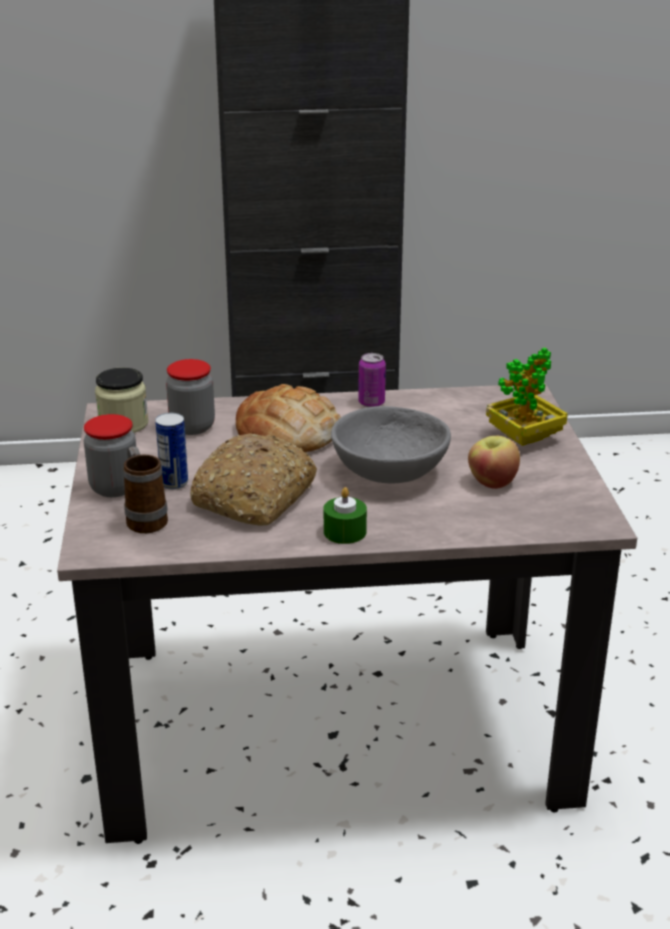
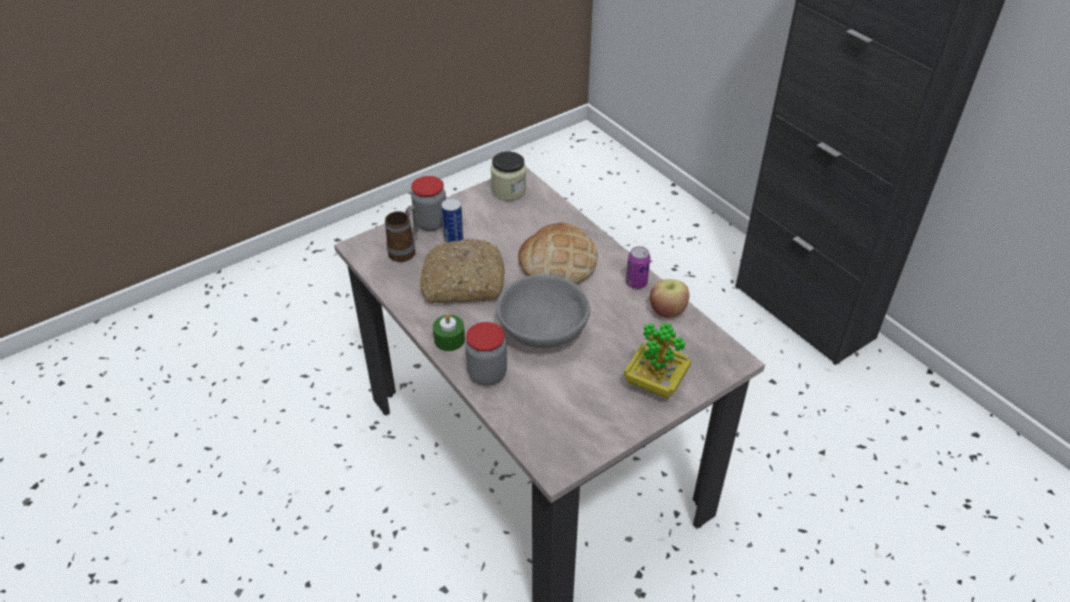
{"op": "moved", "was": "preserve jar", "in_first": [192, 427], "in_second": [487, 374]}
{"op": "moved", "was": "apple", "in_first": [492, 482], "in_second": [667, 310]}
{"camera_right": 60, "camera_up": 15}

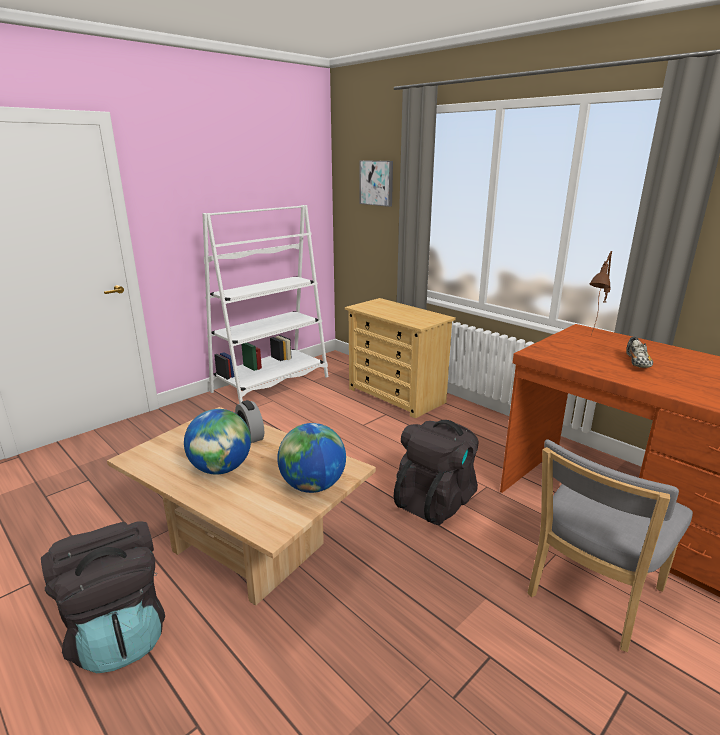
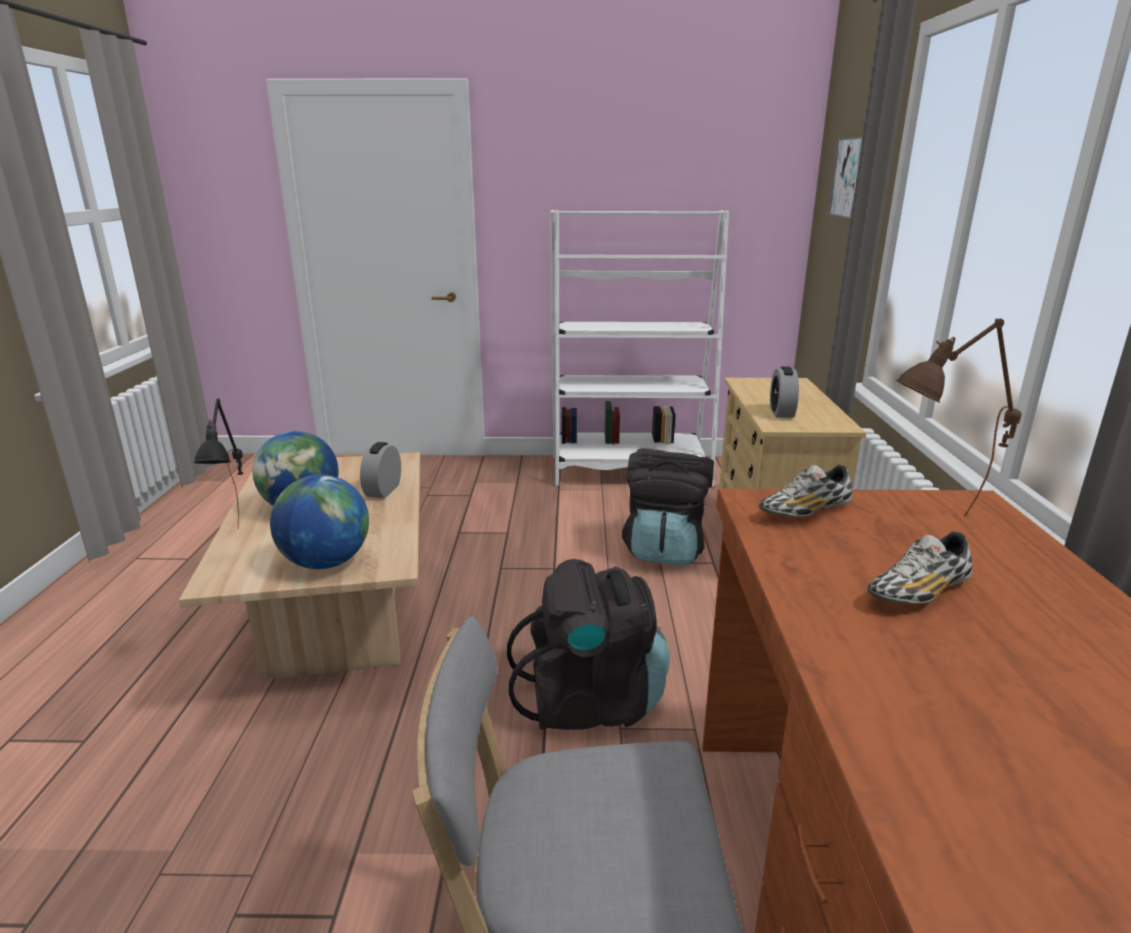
{"op": "moved", "was": "blackish knapsack", "in_first": [118, 632], "in_second": [665, 549]}
{"op": "added", "now": "blackish tabletop lamp", "in_second": [241, 542]}
{"op": "added", "now": "shoe", "in_second": [805, 512]}
{"op": "added", "now": "bedside clock", "in_second": [781, 412]}
{"camera_right": 45, "camera_up": 0}

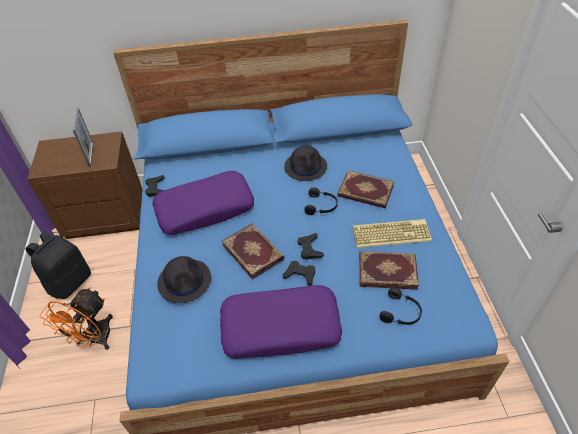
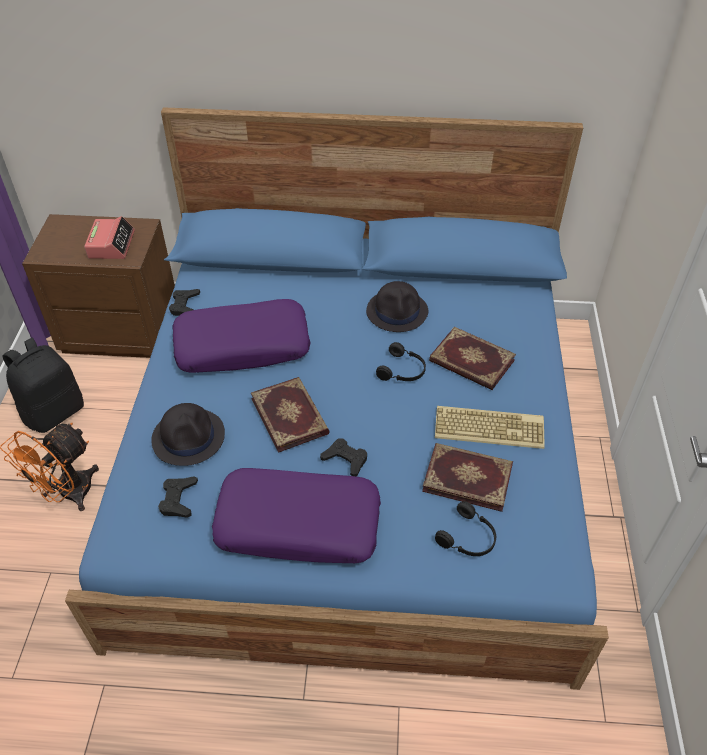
{"op": "replaced", "was": "standing frame", "now": "bedside clock", "in_first": [91, 154], "in_second": [111, 244]}
{"op": "moved", "was": "blackish gamepad", "in_first": [309, 249], "in_second": [178, 499]}
{"camera_right": 10, "camera_up": 0}

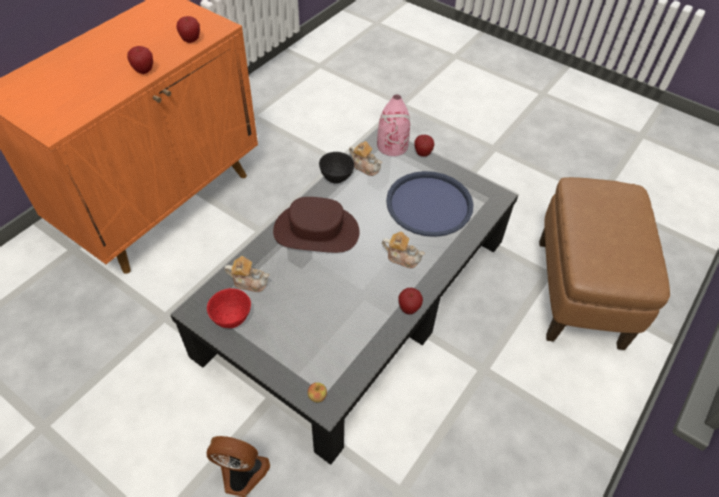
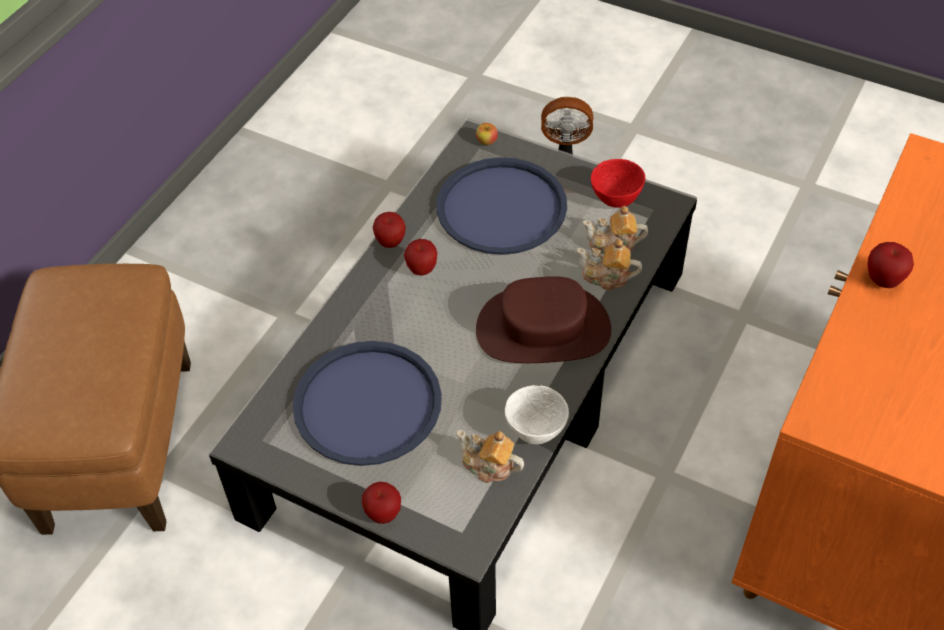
{"op": "moved", "was": "apple", "in_first": [191, 40], "in_second": [422, 270]}
{"op": "recoloured", "was": "blackish bowl", "now": "whitish bowl", "in_first": [336, 178], "in_second": [536, 432]}
{"op": "removed", "was": "pink decorative vase", "in_first": [392, 145]}
{"op": "moved", "was": "tea pot", "in_first": [402, 257], "in_second": [606, 277]}
{"op": "added", "now": "blue tray", "in_second": [501, 207]}
{"camera_right": 175, "camera_up": 0}

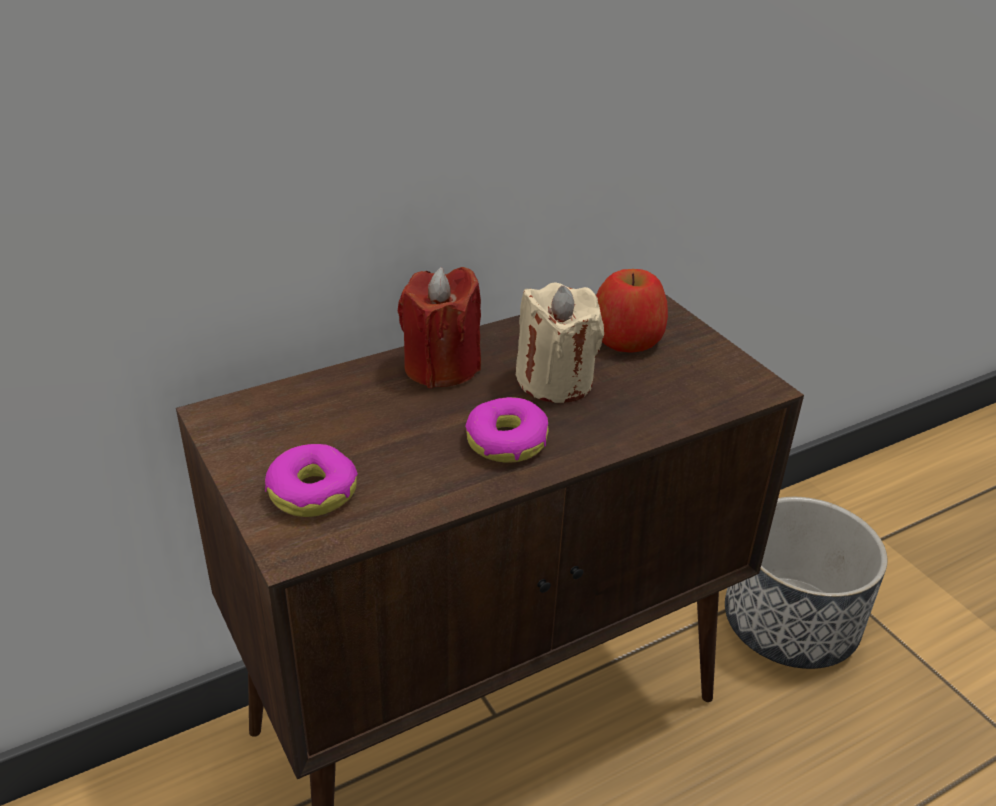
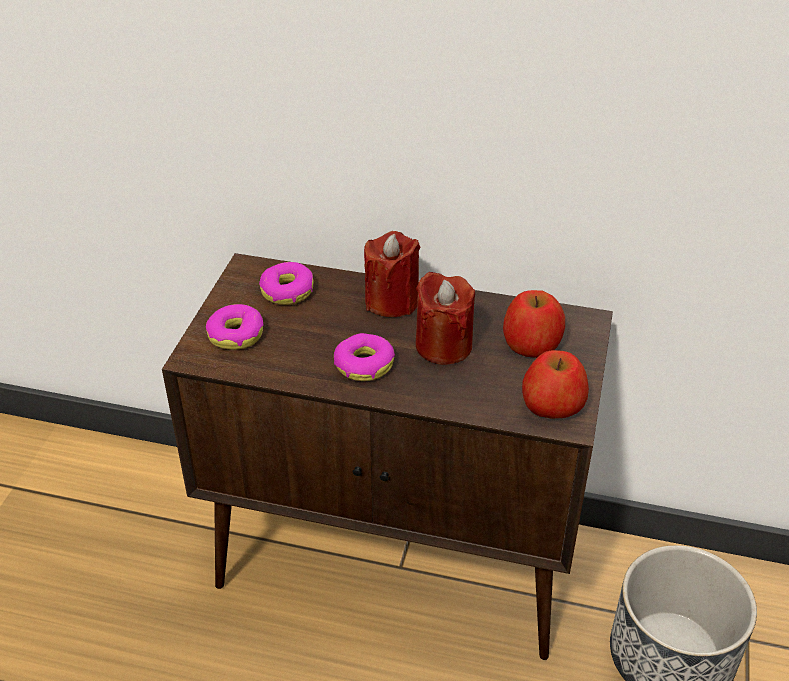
{"op": "recoloured", "was": "beige-coloured wax light", "now": "reddish wax light", "in_first": [555, 381], "in_second": [443, 346]}
{"op": "added", "now": "doughnut", "in_second": [287, 291]}
{"op": "added", "now": "apple", "in_second": [552, 405]}
{"camera_right": 45, "camera_up": 5}

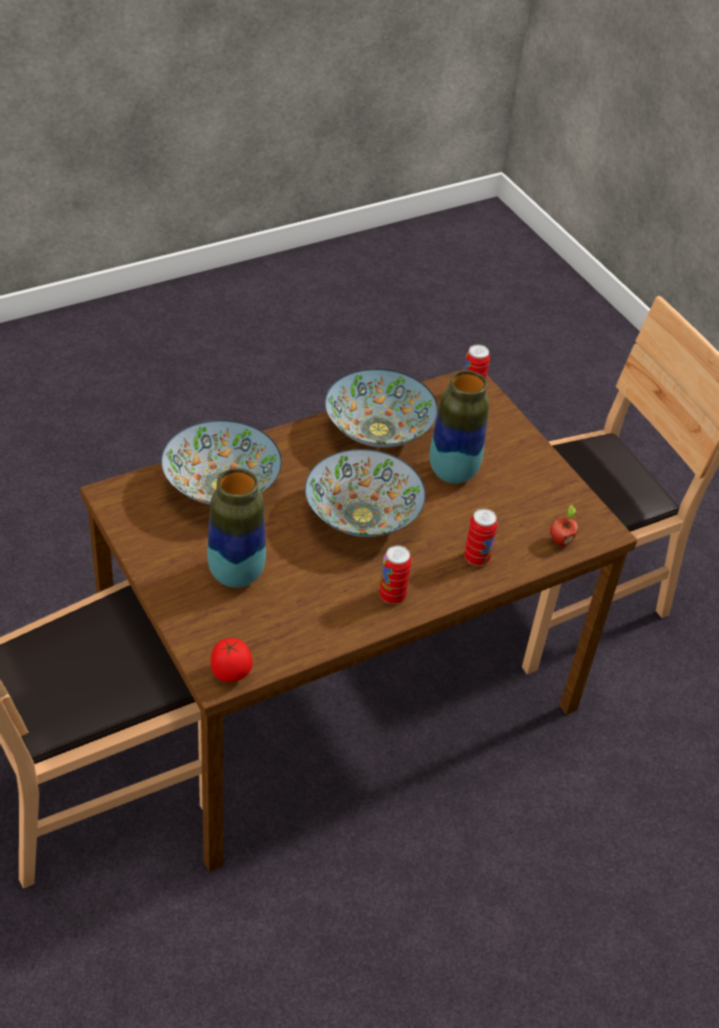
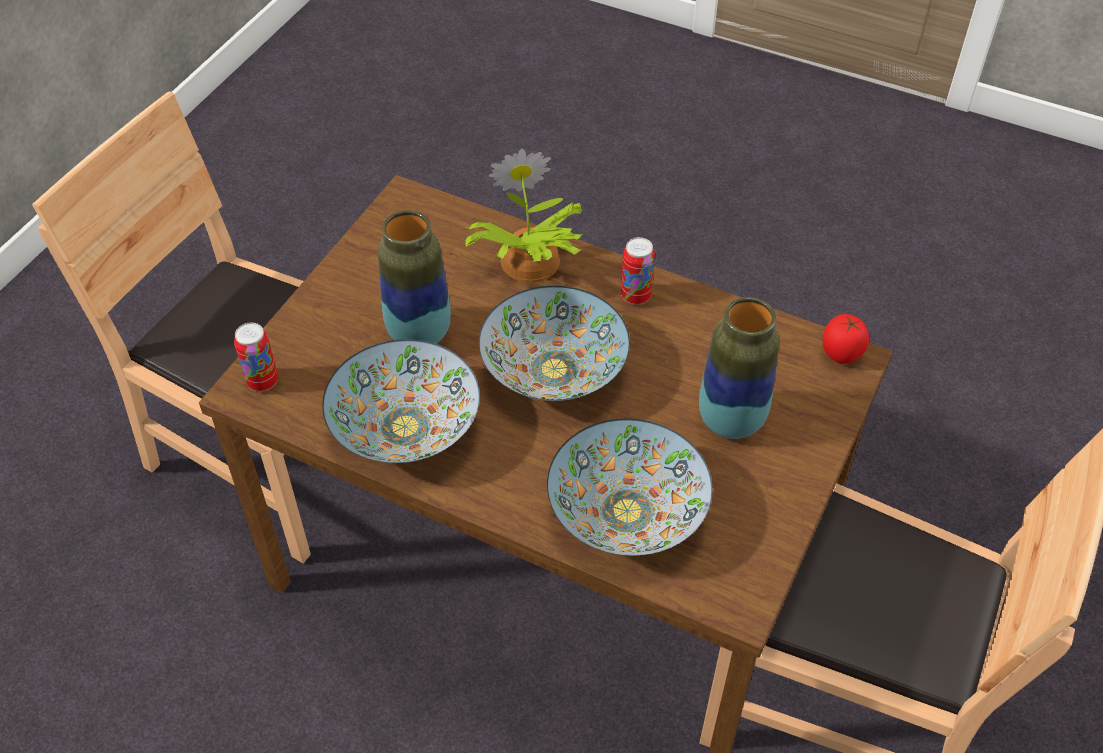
{"op": "replaced", "was": "metal can", "now": "potted plant", "in_first": [476, 558], "in_second": [528, 263]}
{"op": "removed", "was": "apple", "in_first": [560, 540]}
{"camera_right": -120, "camera_up": 5}

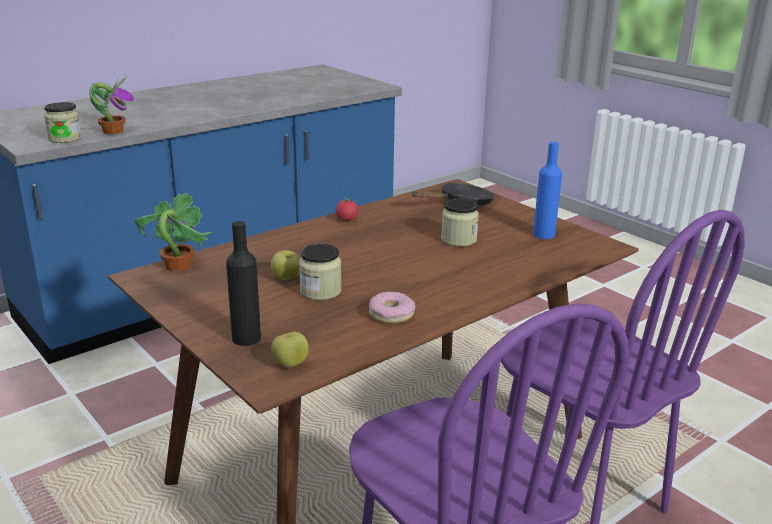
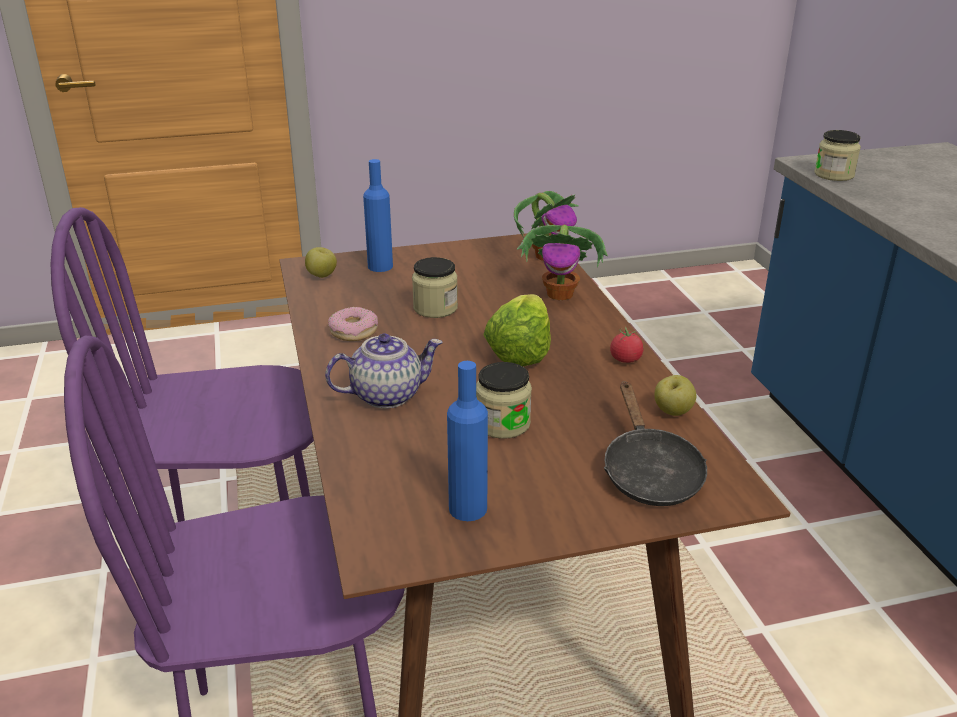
{"op": "moved", "was": "potted plant", "in_first": [113, 131], "in_second": [561, 294]}
{"op": "recoloured", "was": "blackish beverage bottle", "now": "blue beverage bottle", "in_first": [246, 338], "in_second": [380, 266]}
{"op": "moved", "was": "apple", "in_first": [286, 278], "in_second": [673, 412]}
{"op": "added", "now": "tea pot", "in_second": [387, 395]}
{"op": "added", "now": "head of lettuce", "in_second": [520, 351]}
{"camera_right": 115, "camera_up": 5}

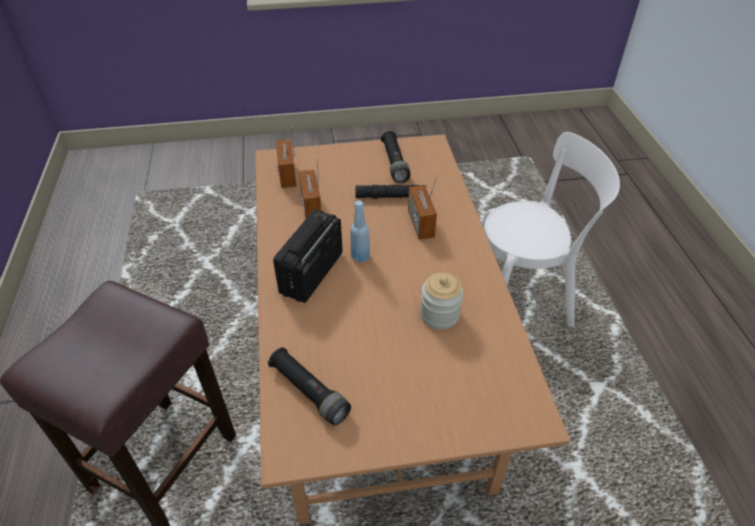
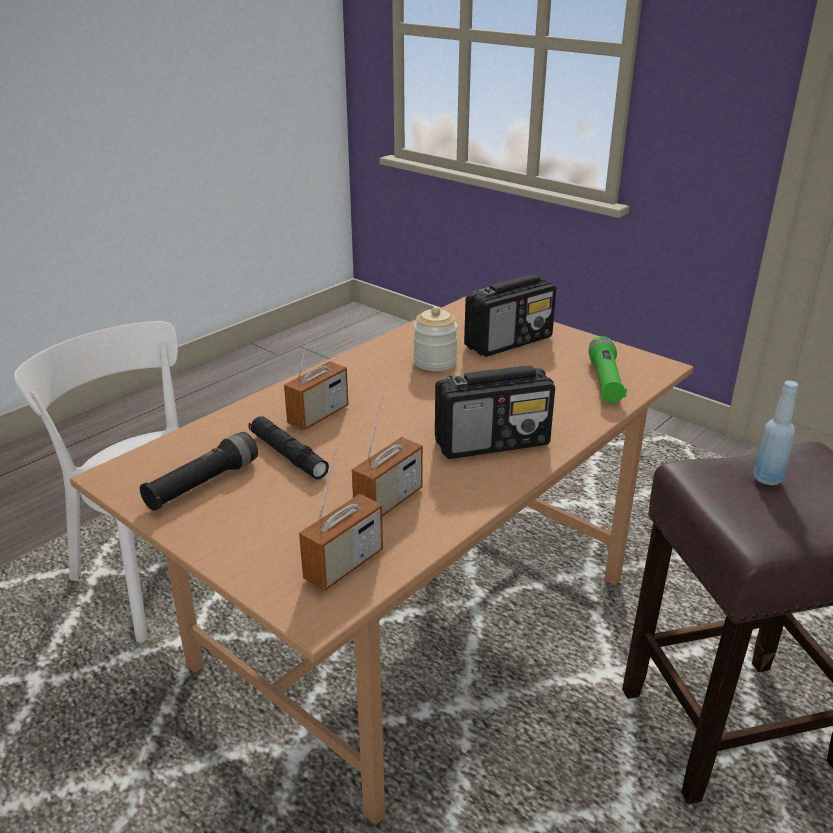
{"op": "recoloured", "was": "blackish hand torch", "now": "green hand torch", "in_first": [309, 392], "in_second": [605, 381]}
{"op": "moved", "was": "blue beverage bottle", "in_first": [360, 256], "in_second": [767, 478]}
{"op": "added", "now": "radio set", "in_second": [509, 342]}
{"camera_right": -130, "camera_up": -15}

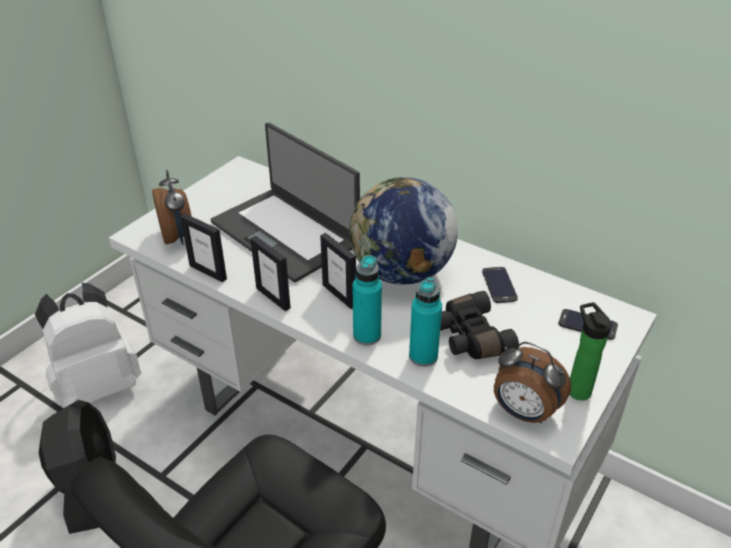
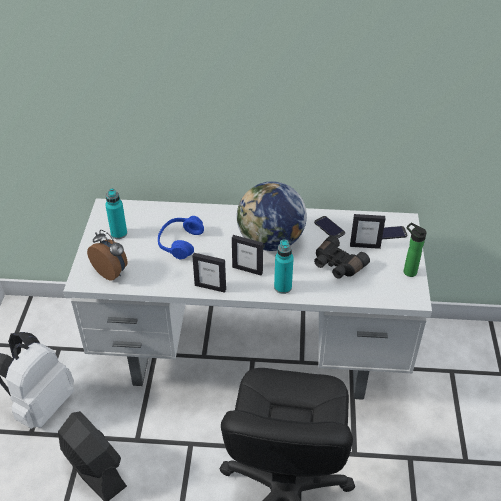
{"op": "moved", "was": "standing frame", "in_first": [208, 272], "in_second": [365, 246]}
{"op": "replaced", "was": "laptop", "now": "blue pair of headphones", "in_first": [286, 233], "in_second": [180, 242]}
{"op": "moved", "was": "turquoise-coloured beverage bottle", "in_first": [423, 356], "in_second": [119, 233]}
{"op": "removed", "was": "bedside clock", "in_first": [523, 413]}
{"camera_right": -30, "camera_up": 5}

